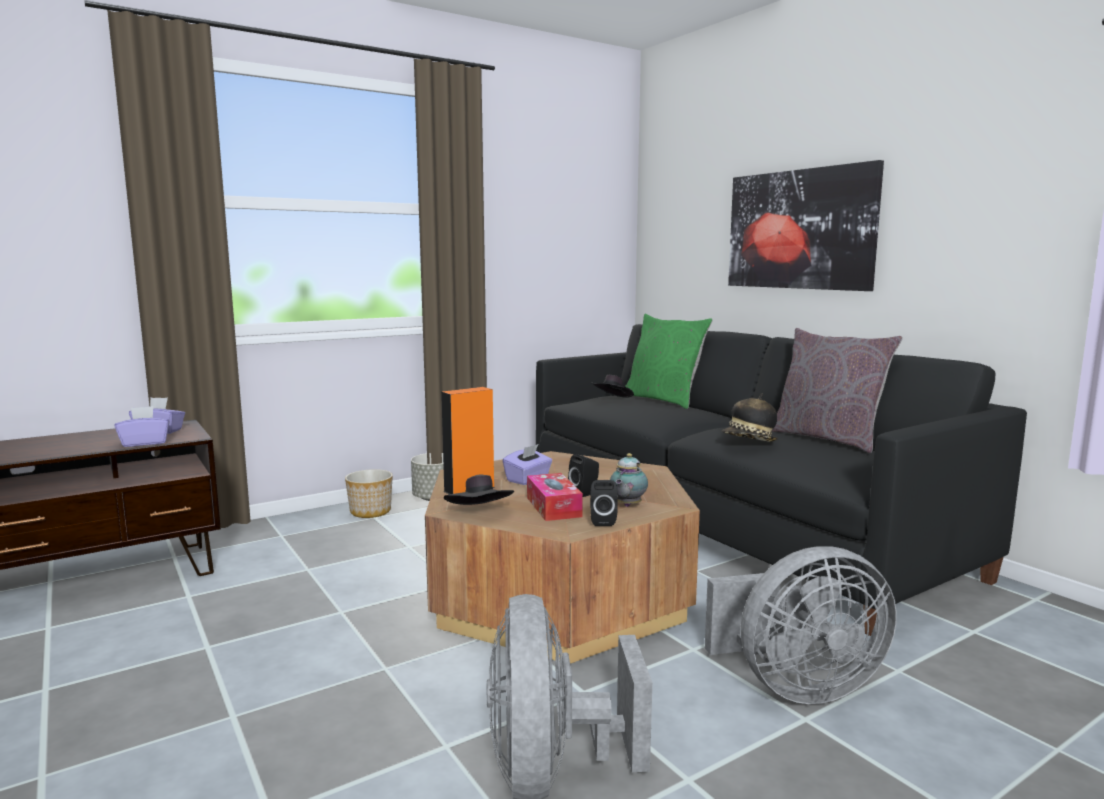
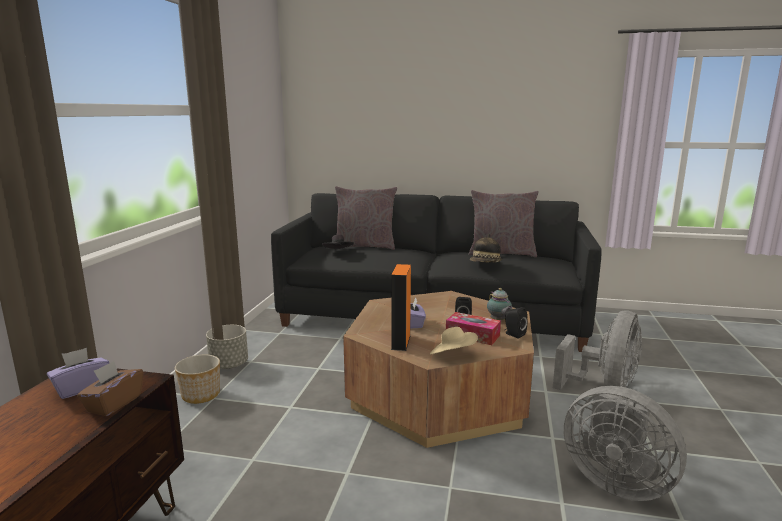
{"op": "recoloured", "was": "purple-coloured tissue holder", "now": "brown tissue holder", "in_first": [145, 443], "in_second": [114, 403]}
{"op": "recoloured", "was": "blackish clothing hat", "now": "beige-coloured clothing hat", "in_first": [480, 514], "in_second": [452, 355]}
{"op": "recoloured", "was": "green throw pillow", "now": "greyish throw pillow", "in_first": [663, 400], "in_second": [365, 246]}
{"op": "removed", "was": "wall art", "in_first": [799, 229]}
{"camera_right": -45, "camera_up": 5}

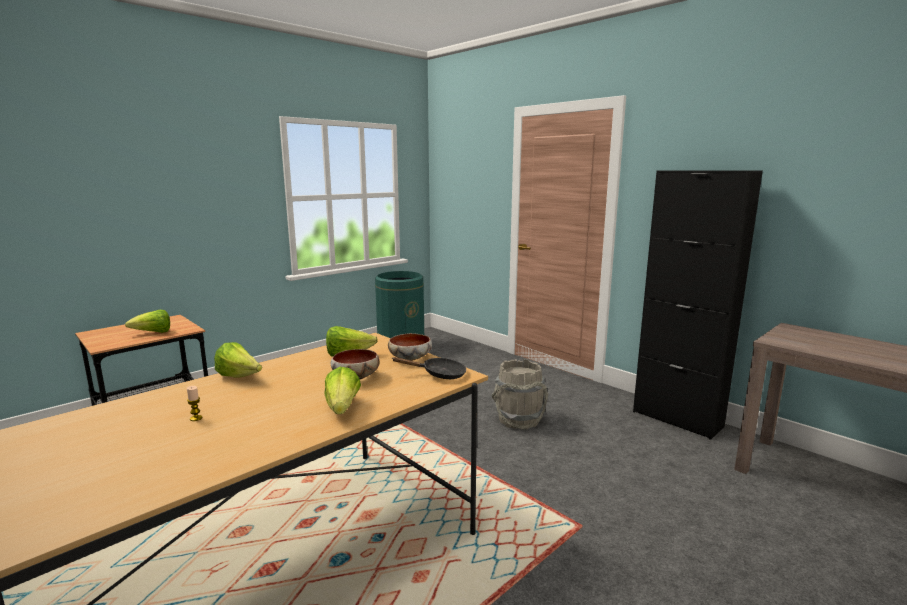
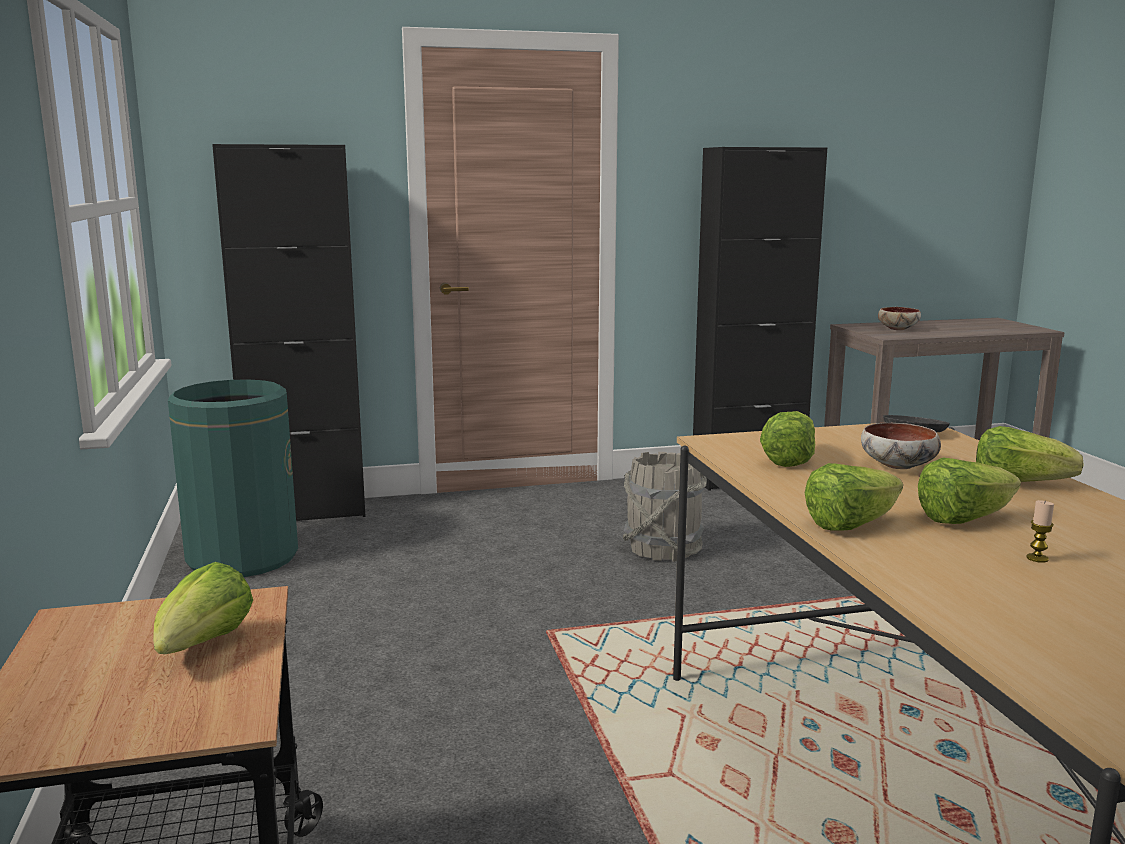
{"op": "moved", "was": "bowl", "in_first": [411, 358], "in_second": [897, 329]}
{"op": "added", "now": "blackish cupboard", "in_second": [307, 512]}
{"op": "added", "now": "head of lettuce", "in_second": [963, 519]}
{"camera_right": -60, "camera_up": 0}

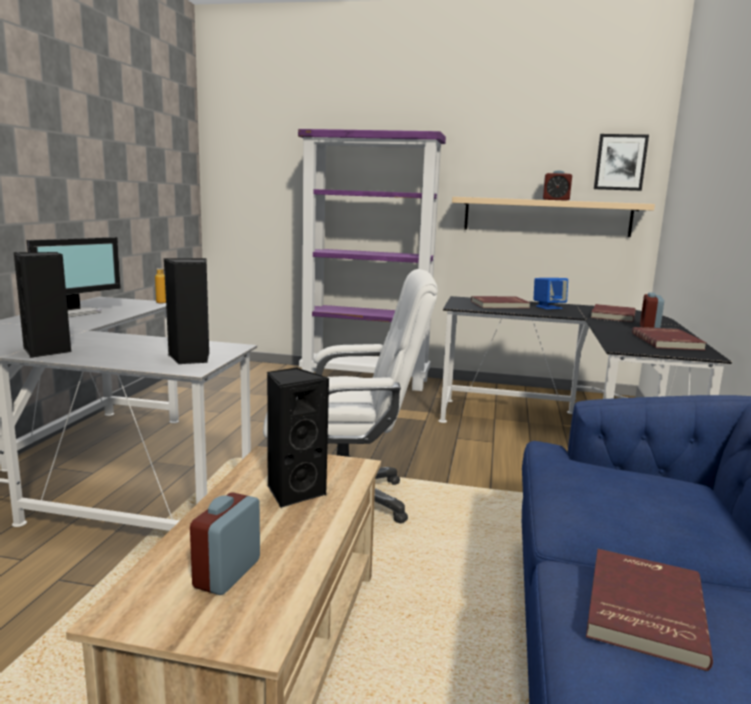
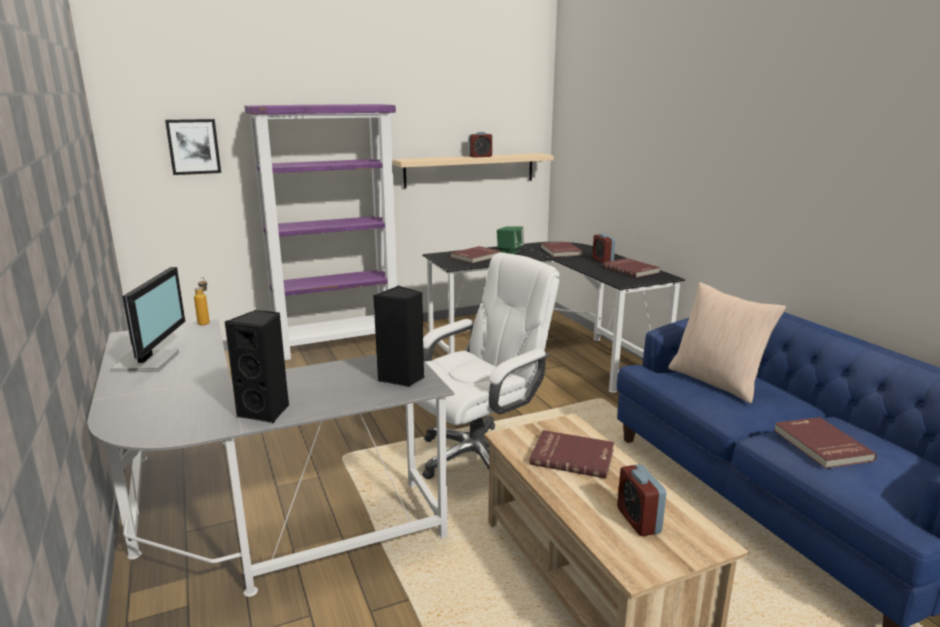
{"op": "replaced", "was": "blackish loudspeaker", "now": "reddish book", "in_first": [294, 492], "in_second": [572, 456]}
{"op": "recoloured", "was": "blue loudspeaker", "now": "green loudspeaker", "in_first": [548, 307], "in_second": [510, 251]}
{"op": "moved", "was": "wall art", "in_first": [620, 162], "in_second": [193, 146]}
{"op": "added", "now": "beige-coloured throw pillow", "in_second": [717, 381]}
{"camera_right": -35, "camera_up": 5}

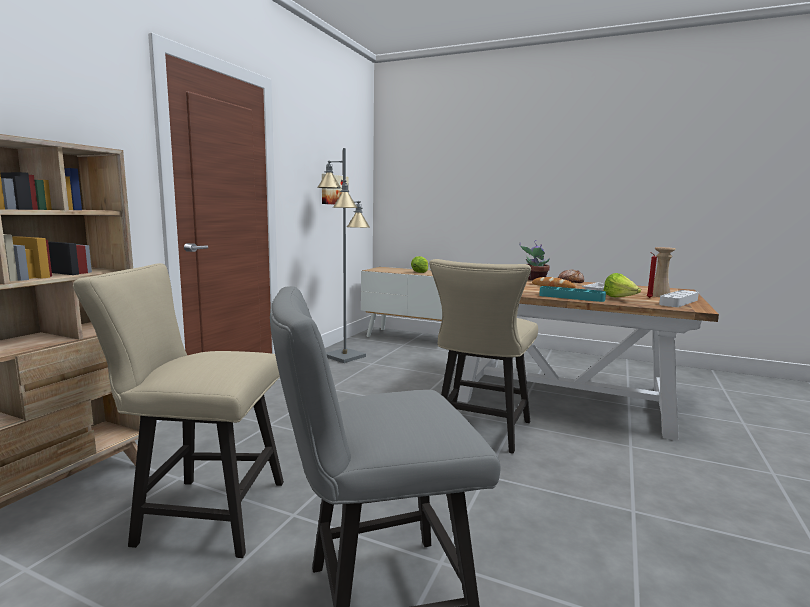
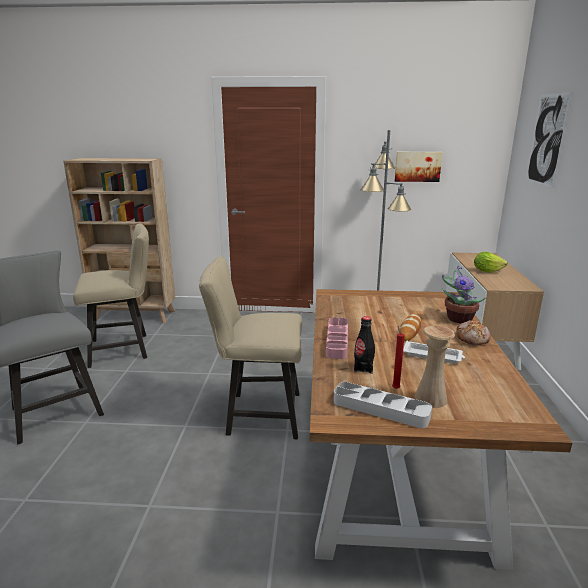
{"op": "turned", "was": "beige-coloured plain chair", "in_first": [201, 513], "in_second": [125, 349], "clockwise": 90}
{"op": "recoloured", "was": "turquoise-coloured tray", "now": "pink tray", "in_first": [571, 297], "in_second": [337, 341]}
{"op": "replaced", "was": "head of lettuce", "now": "blackish beverage bottle", "in_first": [620, 298], "in_second": [363, 368]}
{"op": "added", "now": "wall art", "in_second": [546, 139]}
{"camera_right": 70, "camera_up": 10}

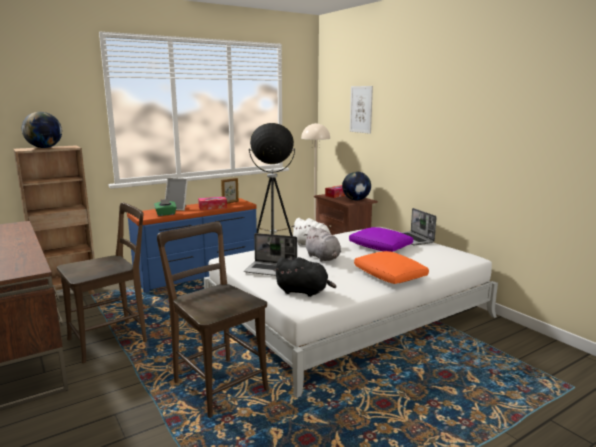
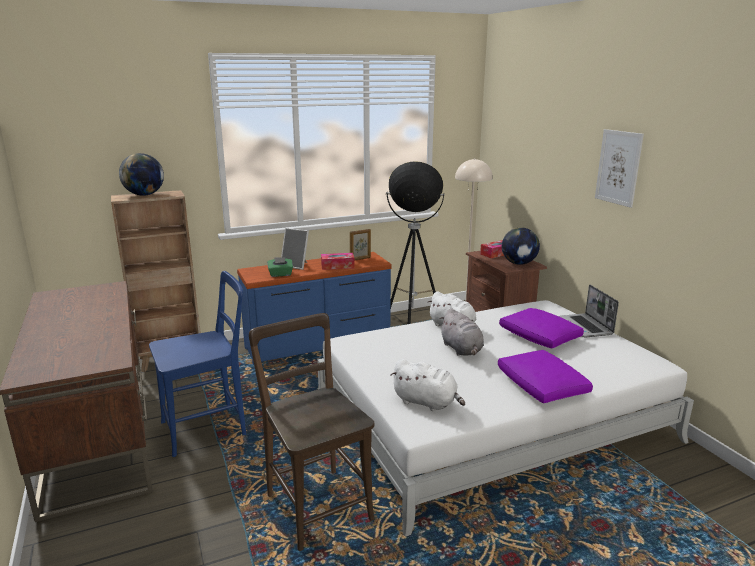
{"op": "recoloured", "was": "brown plain chair", "now": "blue plain chair", "in_first": [112, 339], "in_second": [209, 427]}
{"op": "removed", "was": "laptop", "in_first": [271, 270]}
{"op": "recoloured", "was": "blackish plush toy", "now": "whitish plush toy", "in_first": [304, 292], "in_second": [427, 402]}
{"op": "moved", "was": "wall art", "in_first": [361, 109], "in_second": [618, 167]}
{"op": "recoloured", "was": "orange-coloured throw pillow", "now": "purple-coloured throw pillow", "in_first": [390, 276], "in_second": [542, 386]}
{"camera_right": 10, "camera_up": 5}

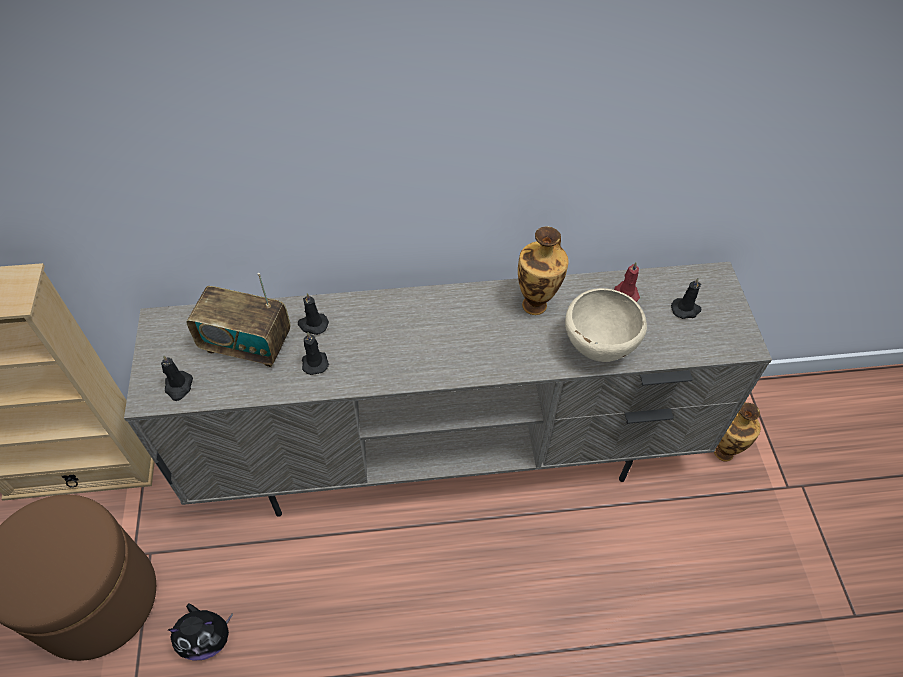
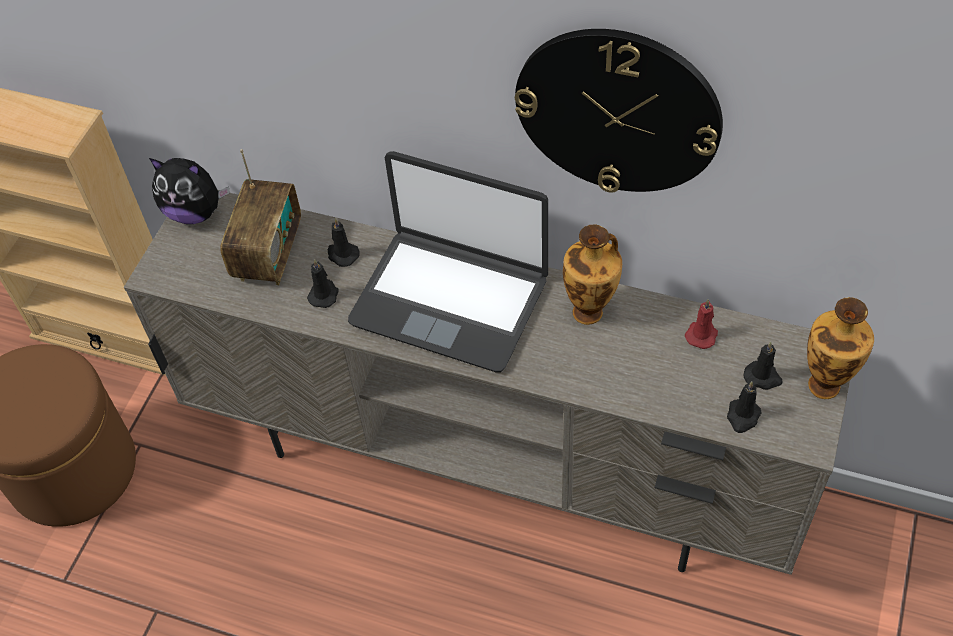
{"op": "moved", "was": "blackish wax light", "in_first": [178, 387], "in_second": [742, 417]}
{"op": "moved", "was": "plush toy", "in_first": [207, 638], "in_second": [195, 212]}
{"op": "turned", "was": "radio set", "in_first": [247, 344], "in_second": [268, 253], "clockwise": -120}
{"op": "removed", "was": "beige-coloured bowl", "in_first": [597, 348]}
{"op": "moved", "was": "decorative vase", "in_first": [724, 451], "in_second": [825, 384]}
{"op": "added", "now": "laptop", "in_second": [450, 299]}
{"op": "added", "now": "wall clock", "in_second": [618, 111]}
{"camera_right": 30, "camera_up": 0}

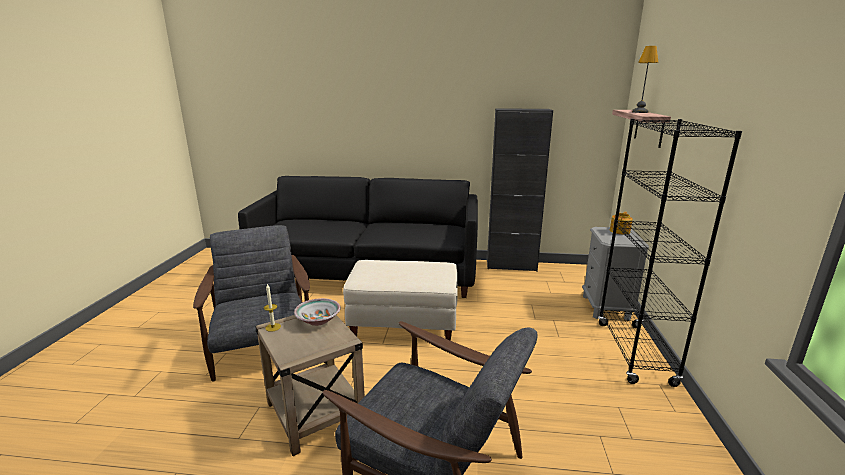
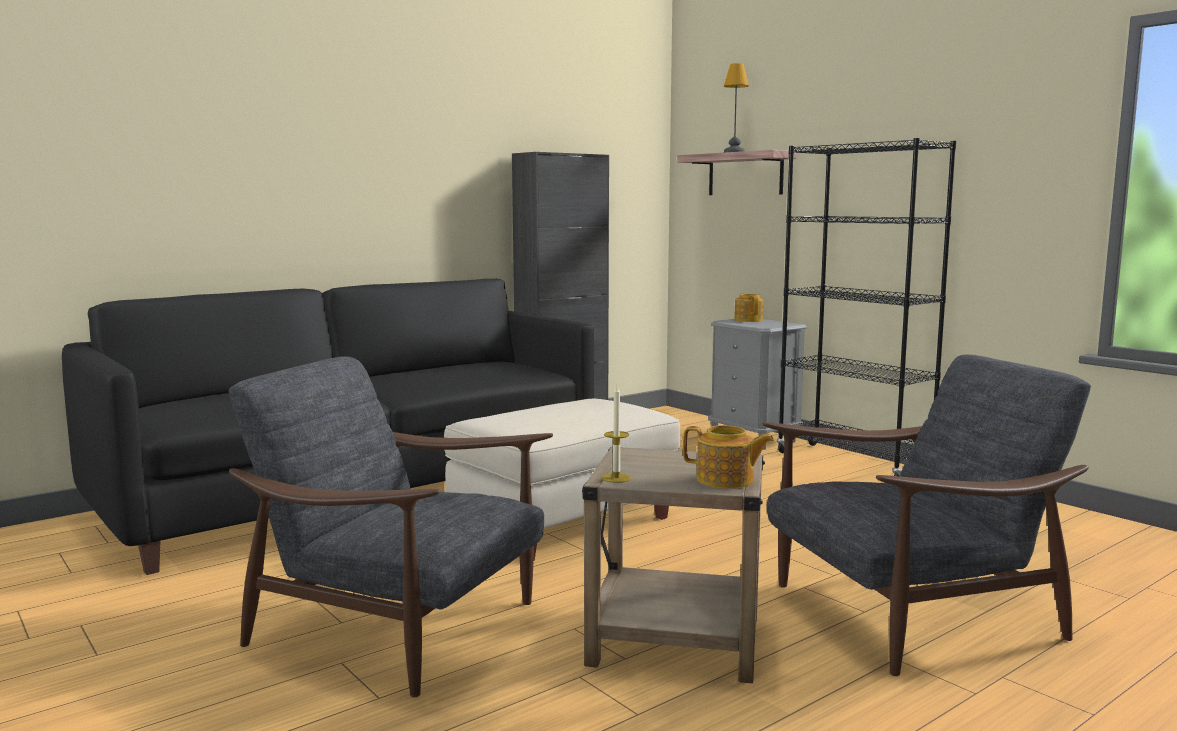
{"op": "removed", "was": "bowl", "in_first": [318, 320]}
{"op": "added", "now": "tea pot", "in_second": [726, 480]}
{"camera_right": -45, "camera_up": -10}

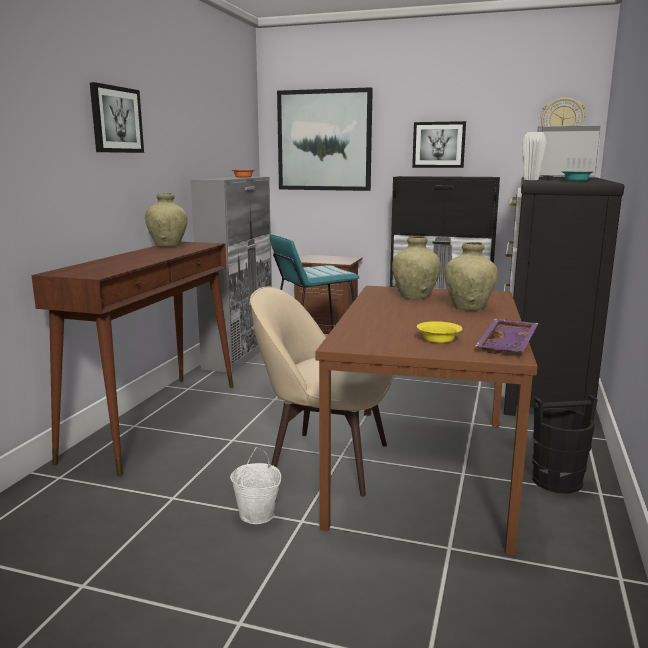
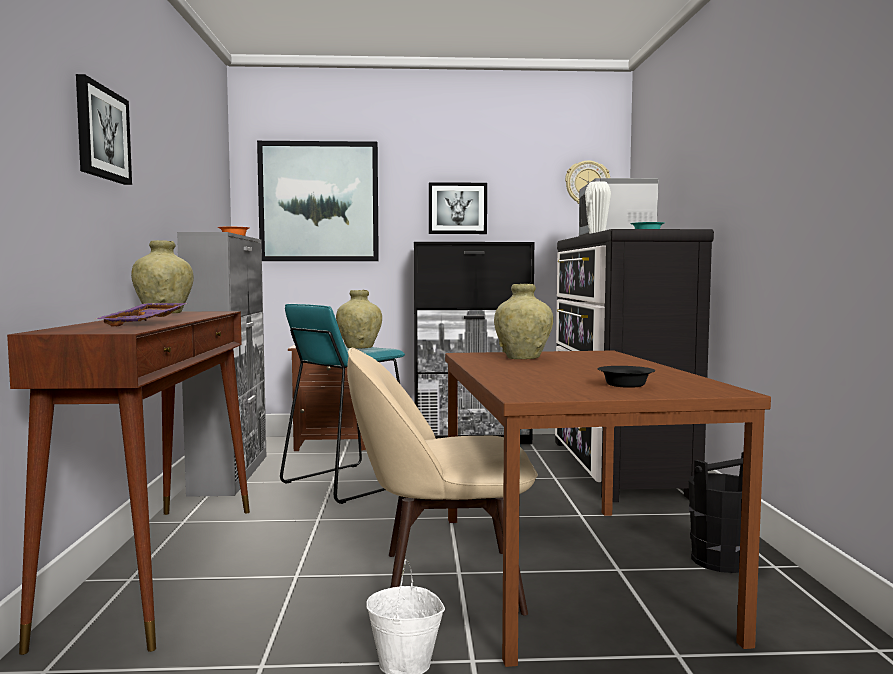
{"op": "recoloured", "was": "yellow bowl", "now": "blackish bowl", "in_first": [439, 340], "in_second": [627, 385]}
{"op": "moved", "was": "beige-coloured decorative vase", "in_first": [468, 308], "in_second": [359, 347]}
{"op": "moved", "was": "purple-coloured tray", "in_first": [508, 345], "in_second": [146, 323]}
{"camera_right": -20, "camera_up": -10}

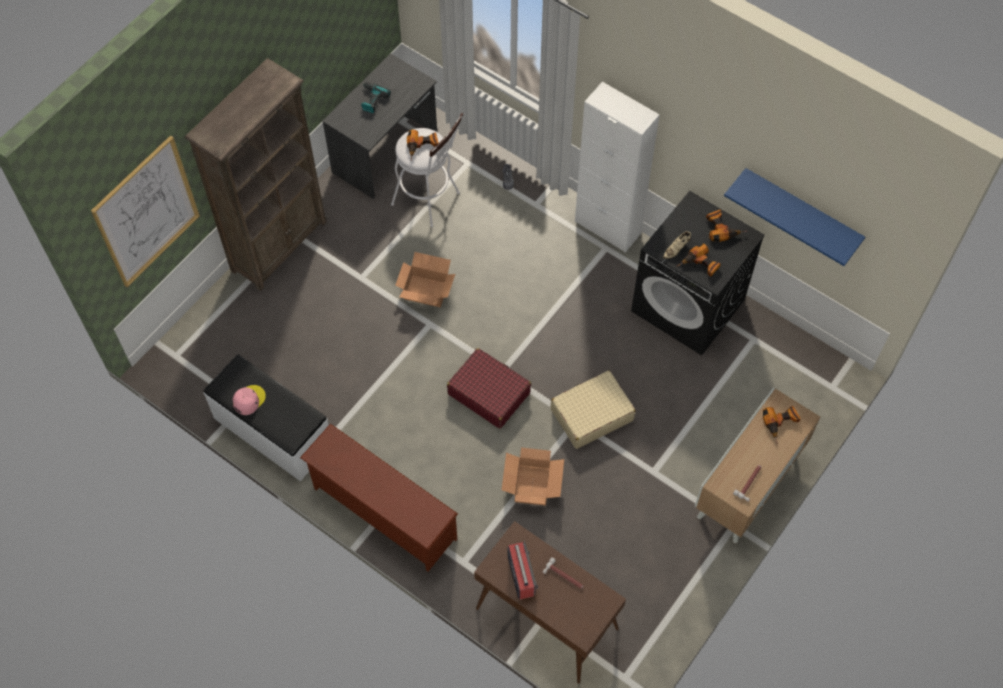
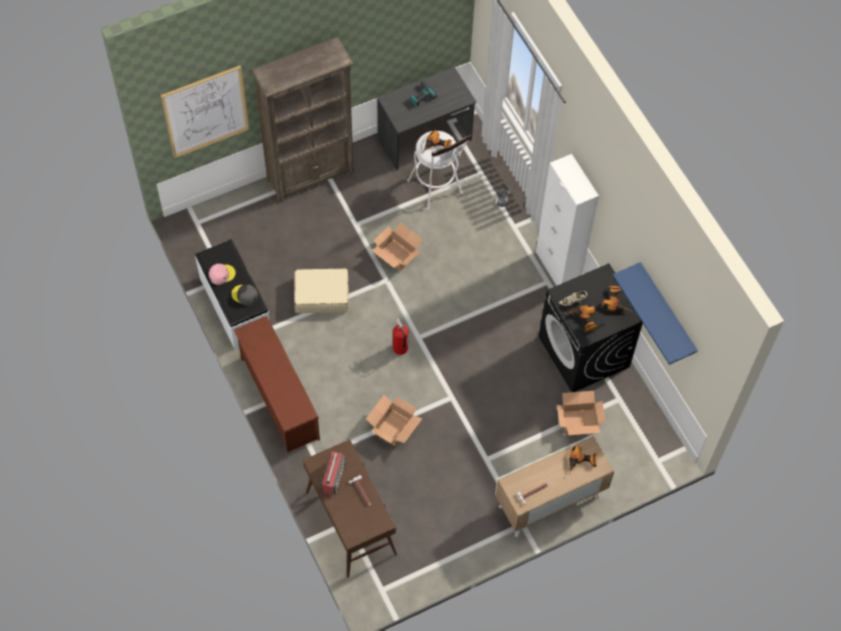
{"op": "replaced", "was": "reddish travel case", "now": "fire-fighting cylinder", "in_first": [489, 393], "in_second": [400, 348]}
{"op": "moved", "was": "beige-coloured travel case", "in_first": [591, 415], "in_second": [321, 295]}
{"op": "added", "now": "greyish cap", "in_second": [244, 295]}
{"op": "added", "now": "carton", "in_second": [578, 421]}
{"camera_right": 25, "camera_up": 0}

